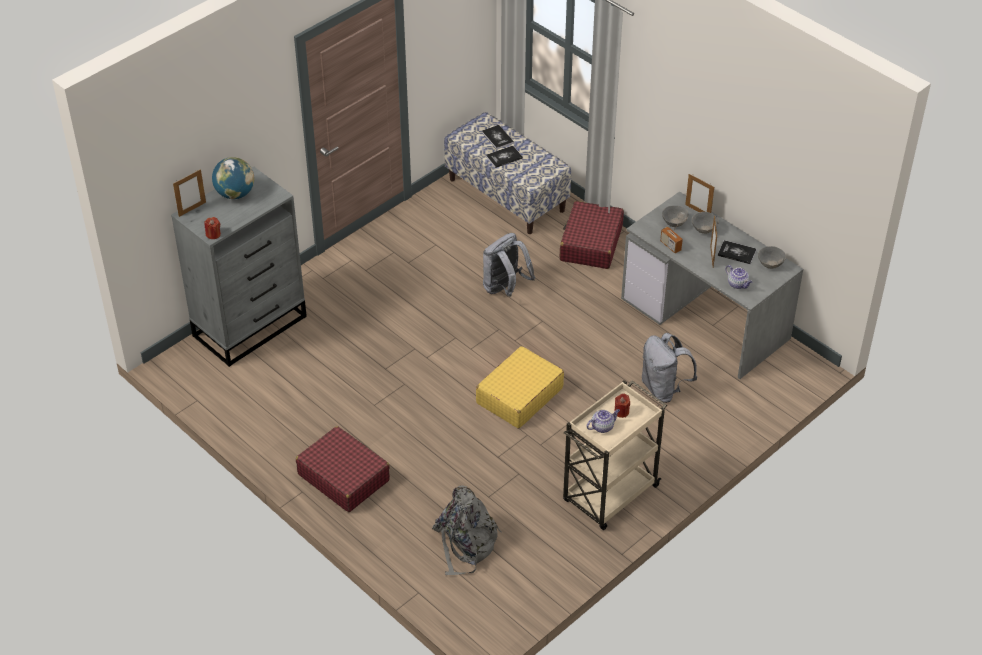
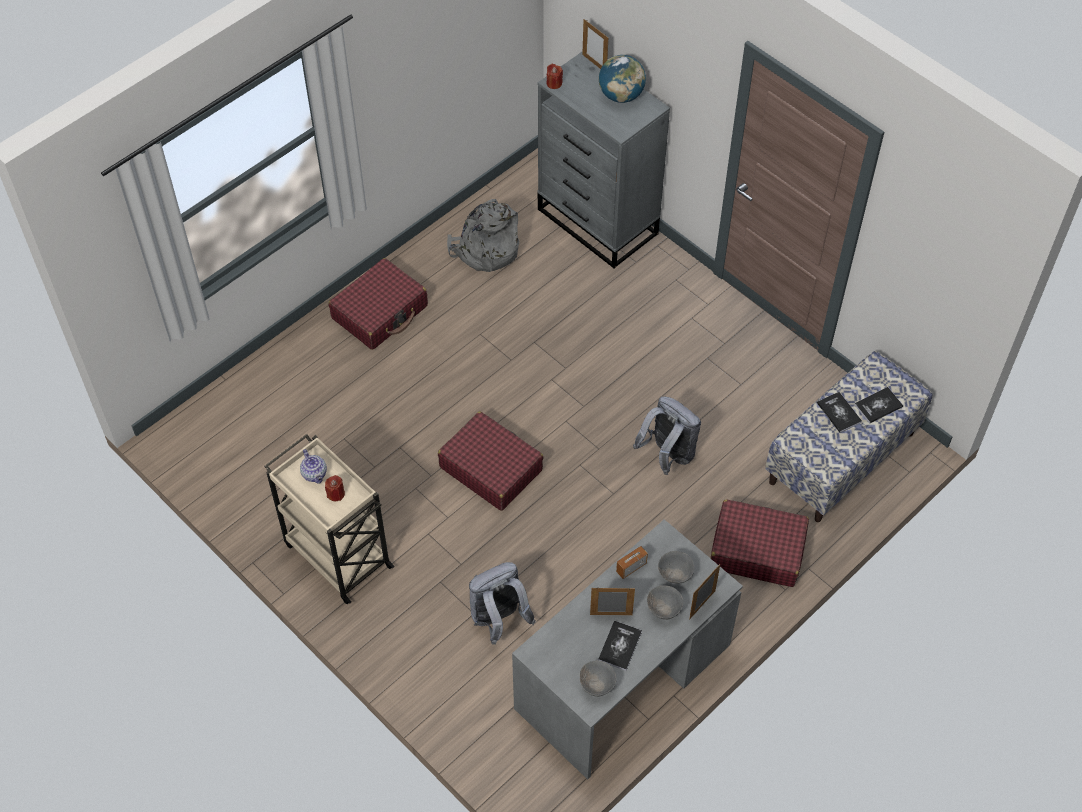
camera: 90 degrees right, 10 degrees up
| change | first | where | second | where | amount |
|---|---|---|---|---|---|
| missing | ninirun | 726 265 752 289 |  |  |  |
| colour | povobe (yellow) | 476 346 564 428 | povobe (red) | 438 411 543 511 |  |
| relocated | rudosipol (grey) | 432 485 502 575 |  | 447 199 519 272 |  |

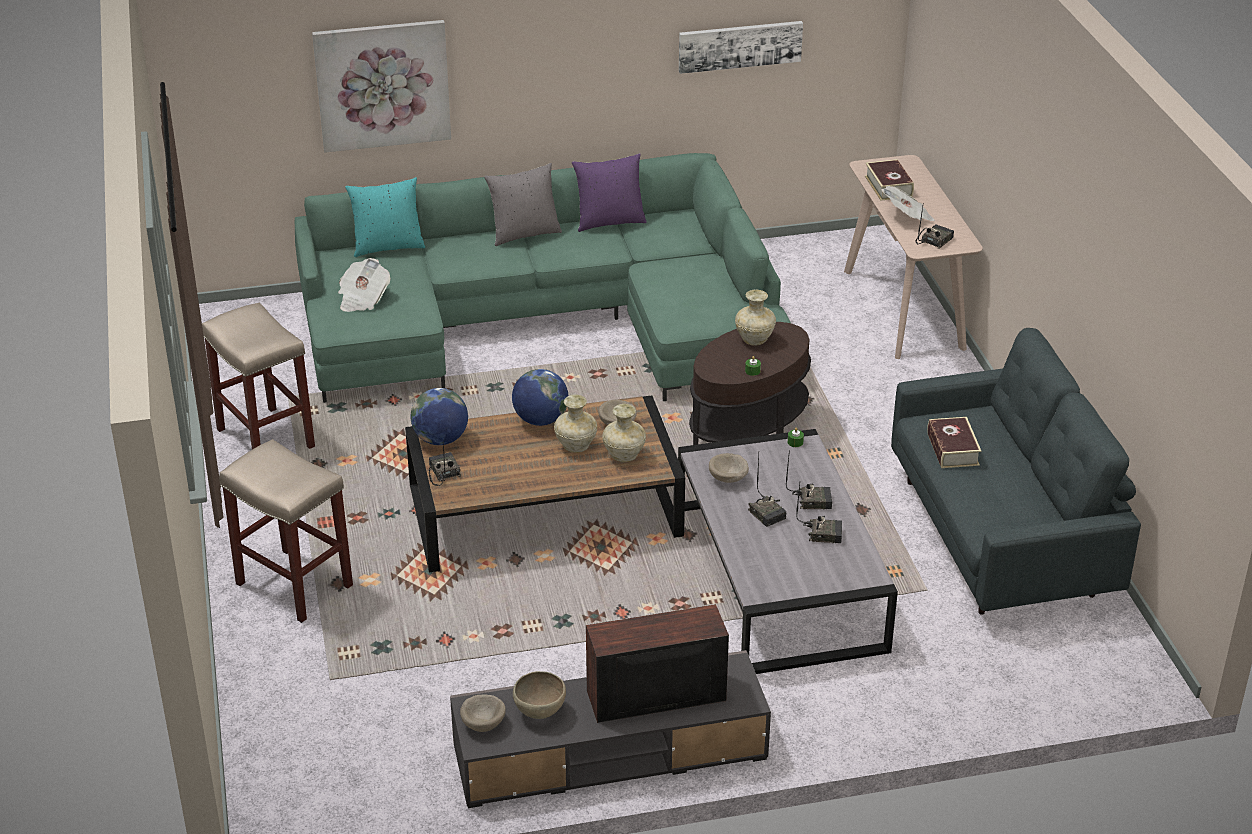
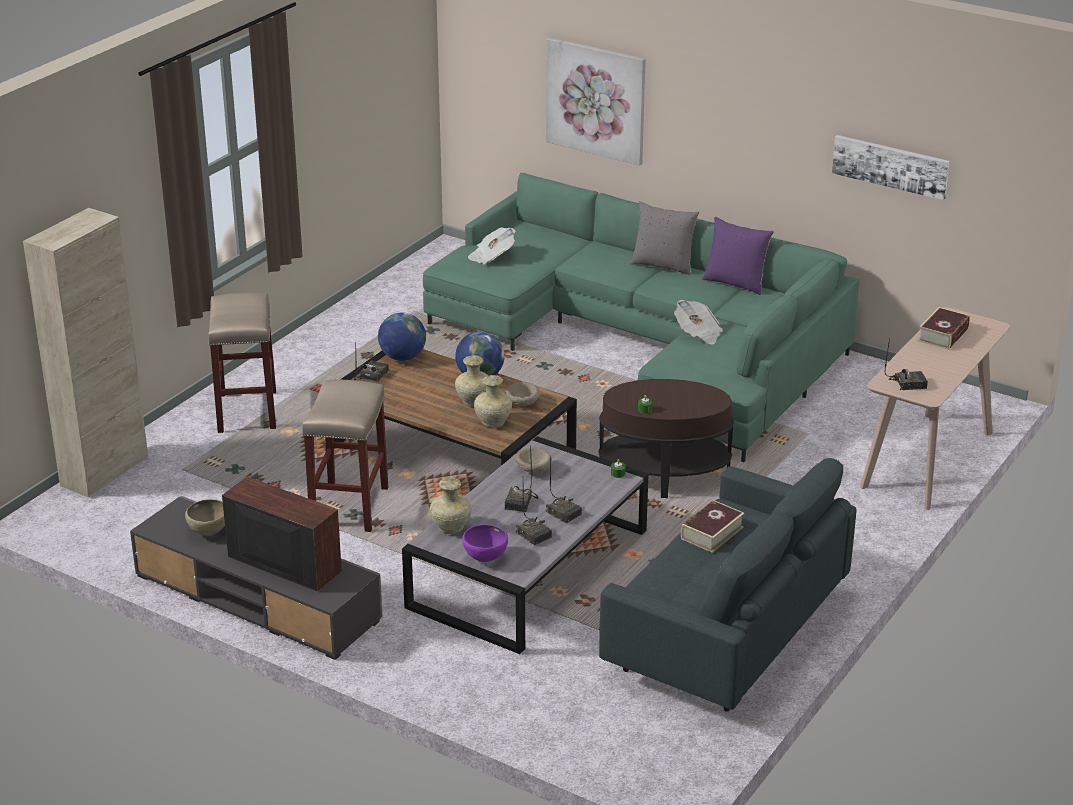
camera: 45 degrees right, 5 degrees down
| change | first | where | second | where | amount |
|---|---|---|---|---|---|
| missing | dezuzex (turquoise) | 345 177 425 257 |  |  |  |
| relocated | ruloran | 881 186 936 221 |  | 674 300 723 345 |  |
| relocated | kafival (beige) | 735 290 776 346 |  | 430 477 471 534 |  |
| relocated | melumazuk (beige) | 202 303 315 449 |  | 302 380 388 532 |  |
| missing | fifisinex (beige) | 460 694 506 732 |  |  |  |
| appeared |  |  | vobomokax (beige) | 23 208 148 498 |  |
| appeared |  |  | fifisinex (purple) | 462 525 508 562 |  |

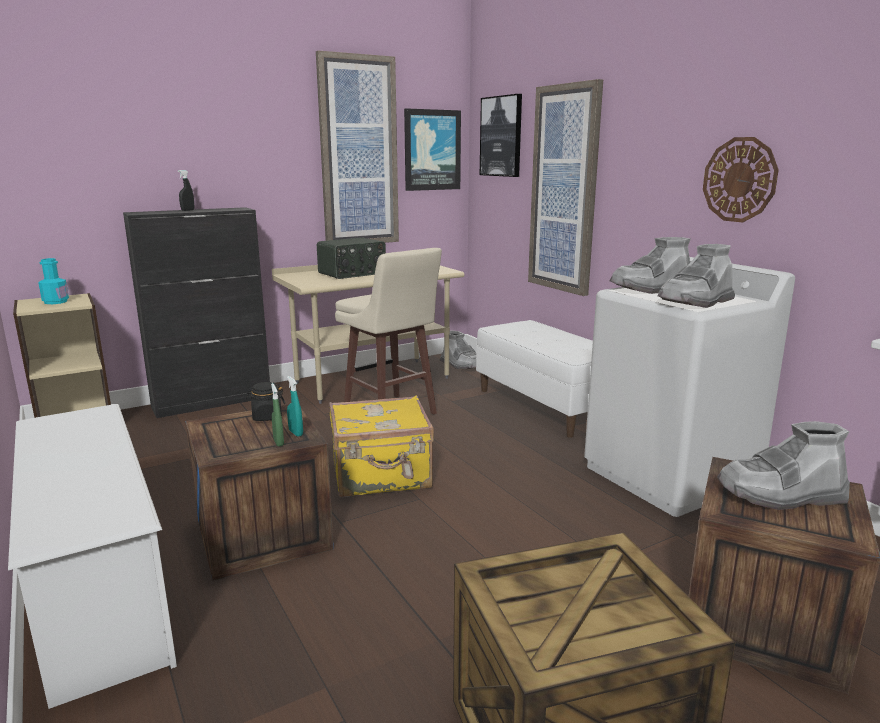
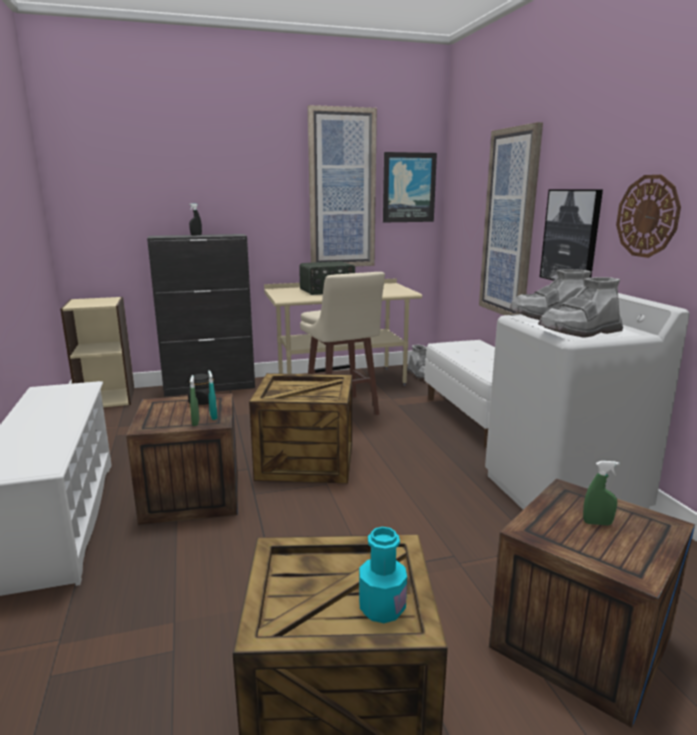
camera: 15 degrees right, 0 degrees up
| change | first | where | second | where | amount |
|---|---|---|---|---|---|
| relocated | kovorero | 480 94 522 177 |  | 540 189 603 281 |  |
| relocated | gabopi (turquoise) | 38 258 69 304 |  | 359 527 407 623 |  |
| exchanged | povobe (yellow) | 329 395 434 497 | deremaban | 249 373 352 483 |  |
| exchanged | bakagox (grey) | 717 421 850 510 | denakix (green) | 583 461 620 525 |  |

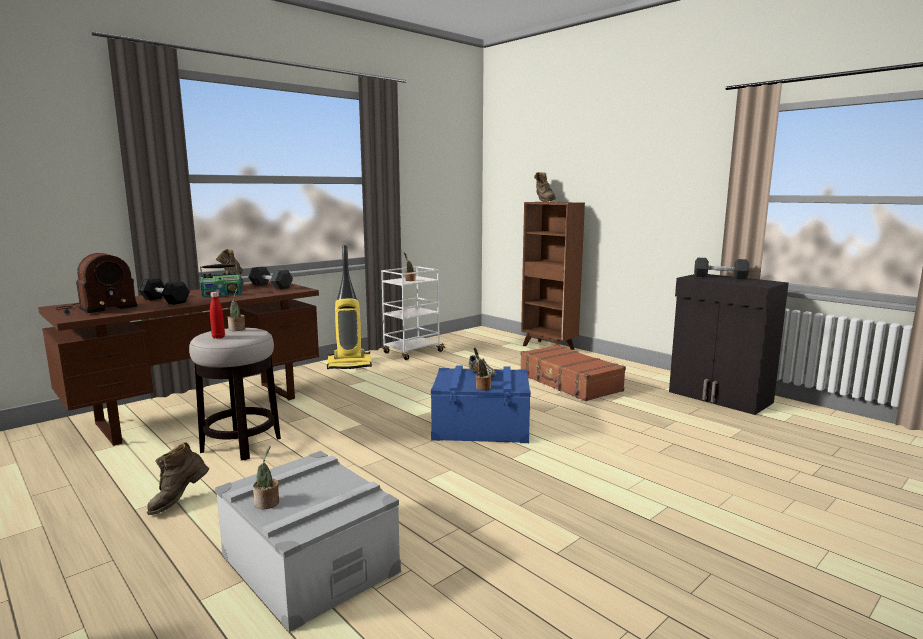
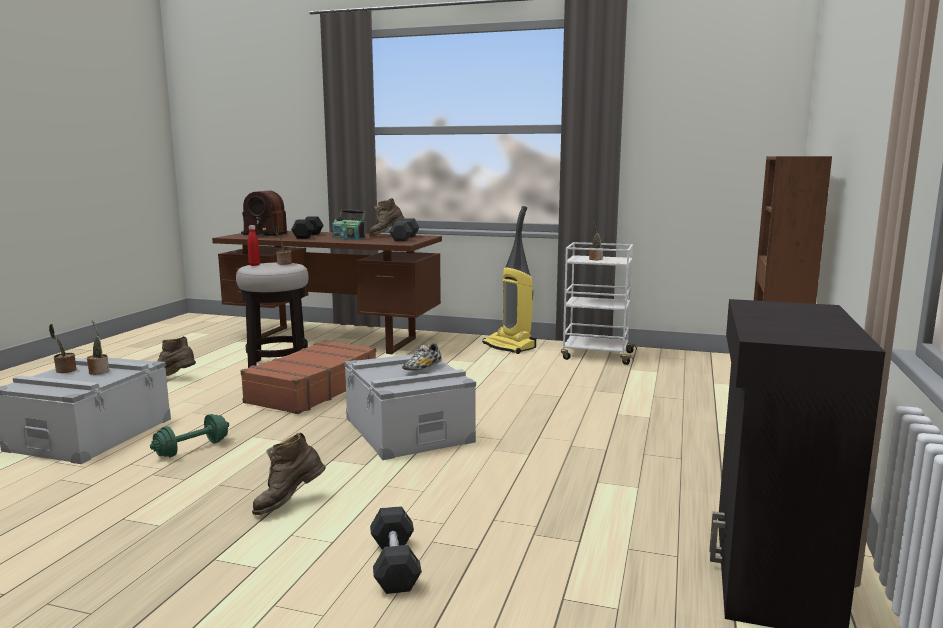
camera: 60 degrees right, 0 degrees up
| change | first | where | second | where | amount |
|---|---|---|---|---|---|
| relocated | bakagox (brown) | 534 172 556 202 |  | 252 433 326 515 |  |
| relocated | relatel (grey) | 694 258 749 279 |  | 370 506 422 594 |  |
| relocated | povobe (brown) | 520 345 626 401 |  | 241 340 376 414 |  |
| relocated | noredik | 474 347 491 391 |  | 87 321 109 375 |  |
| colour | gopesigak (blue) | 431 365 531 443 | gopesigak (grey) | 344 354 476 460 |  |
| appeared |  |  | relatel (green) | 150 414 229 457 |  |

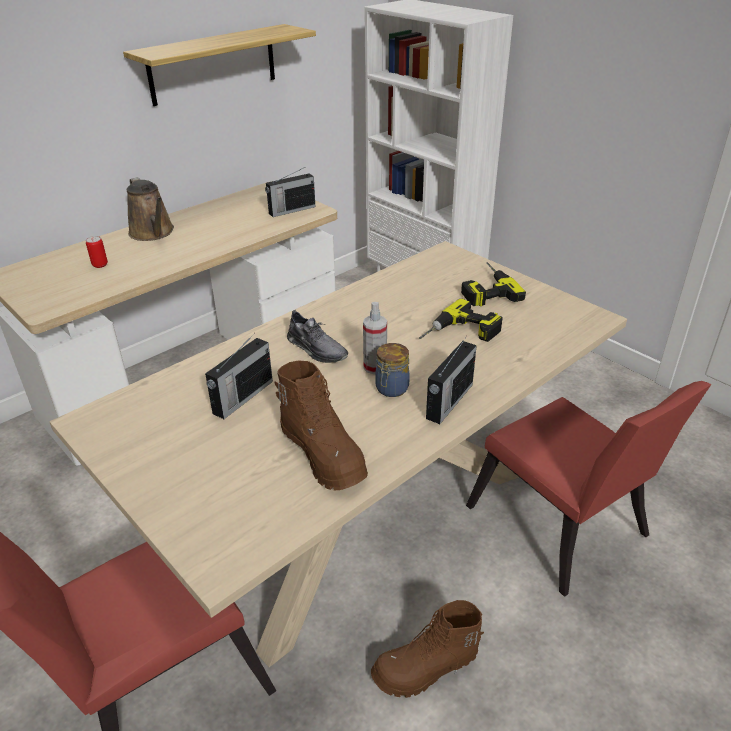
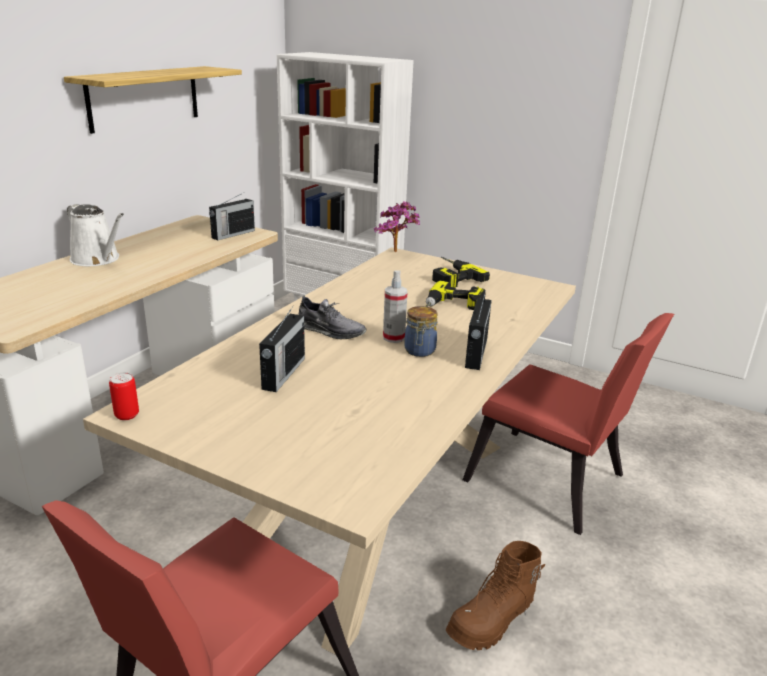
camera: 20 degrees left, 10 degrees down
| change | first | where | second | where | amount |
|---|---|---|---|---|---|
| colour | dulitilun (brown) | 127 177 174 241 | dulitilun (white) | 67 204 124 266 |  |
| relocated | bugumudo | 86 236 108 268 |  | 109 372 139 420 |  |
| missing | bakagox (brown) | 275 361 368 490 |  |  |  |
| appeared |  |  | noredik | 374 201 420 252 |  |

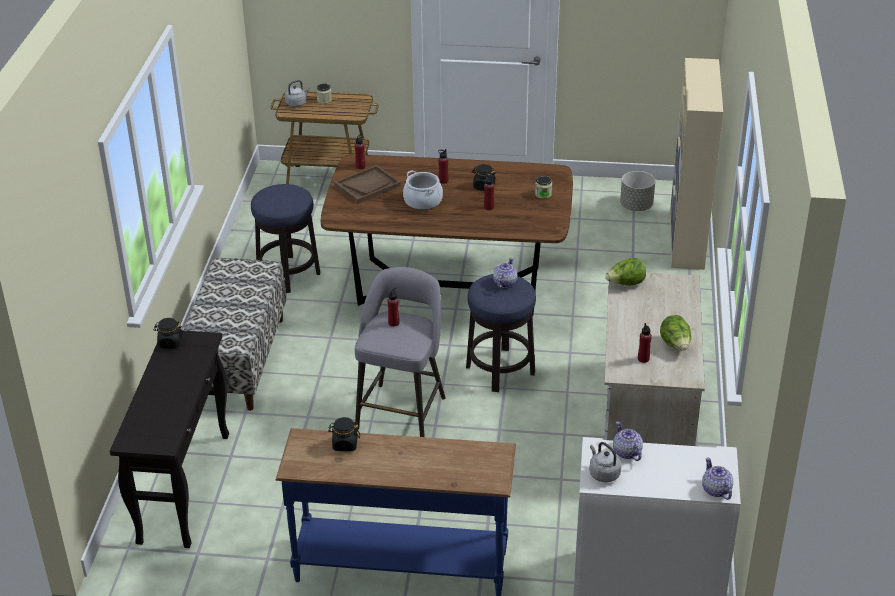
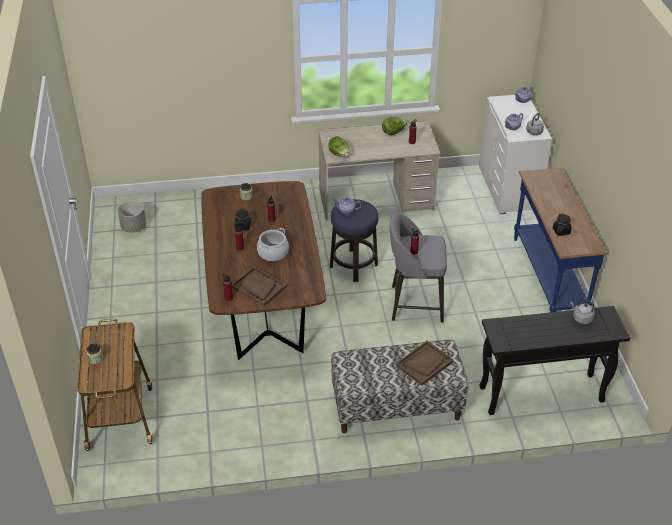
camera: 105 degrees left, 5 degrees up
| change | first | where | second | where | amount |
|---|---|---|---|---|---|
| missing | vobomokax (beige) | 670 58 723 270 |  |  |  |
| relocated | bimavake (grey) | 285 80 310 107 |  | 570 298 595 324 |  |
| missing | melumazuk | 251 184 320 293 |  |  |  |
| missing | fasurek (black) | 153 318 184 349 |  |  |  |
| appeared |  |  | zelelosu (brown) | 396 341 453 386 |  |

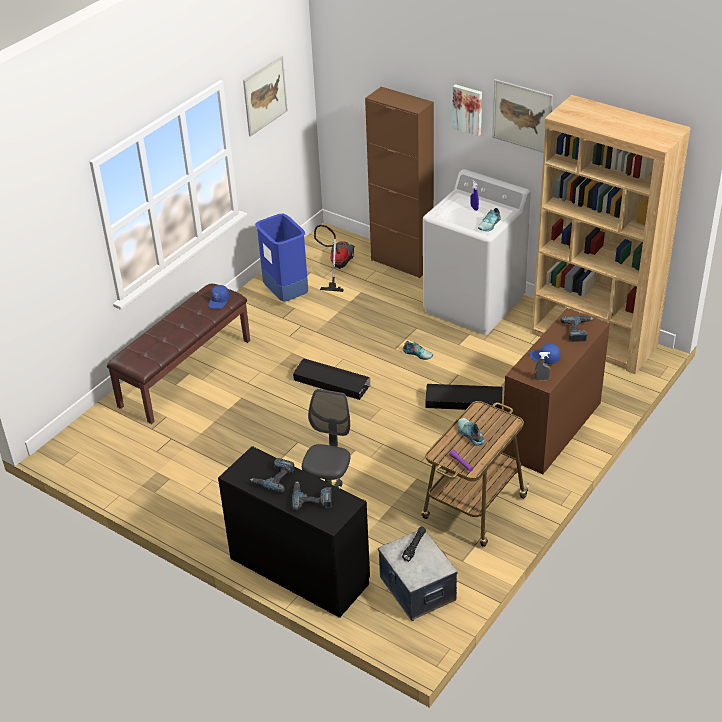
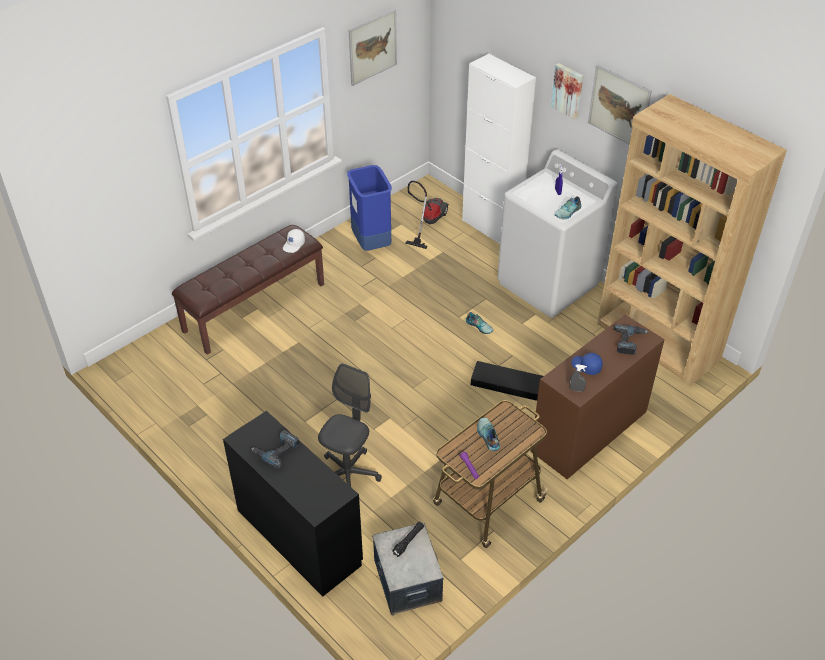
camera: 10 degrees right, 5 degrees up
| change | first | where | second | where | amount |
|---|---|---|---|---|---|
| colour | vobomokax (brown) | 365 87 434 278 | vobomokax (white) | 462 54 536 244 |  |
| colour | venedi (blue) | 208 285 230 309 | venedi (white) | 283 229 305 253 |  |
| missing | gopesigak (black) | 293 358 370 400 |  |  |  |
| missing | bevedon | 292 482 332 511 |  |  |  |

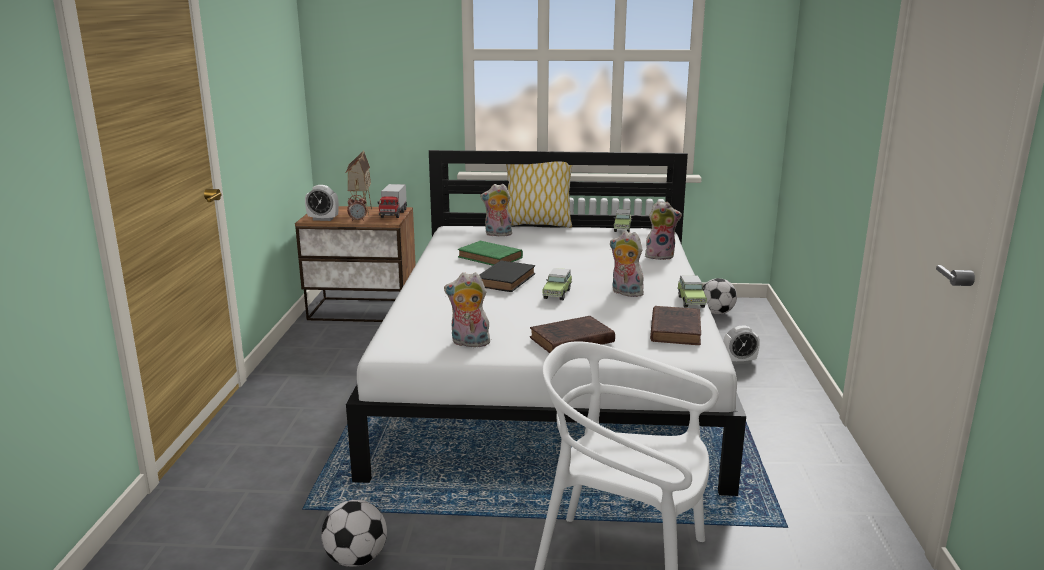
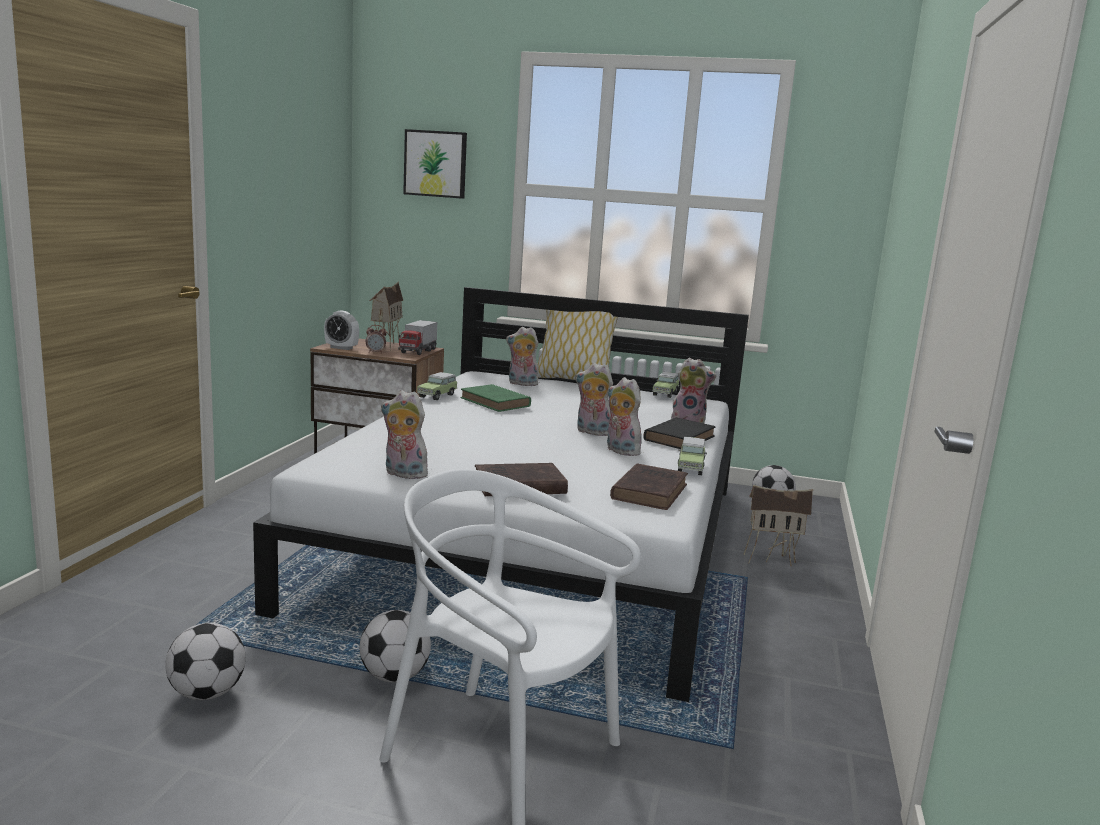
camera: 10 degrees right, 5 degrees down
| change | first | where | second | where | amount |
|---|---|---|---|---|---|
| relocated | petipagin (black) | 480 260 535 292 |  | 643 417 716 449 |  |
| relocated | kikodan | 542 268 572 300 |  | 417 372 458 400 |  |
| exchanged | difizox | 723 326 760 364 | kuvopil | 743 485 813 567 |  |
| appeared |  |  | kovorero | 403 129 467 199 |  |
| appeared |  |  | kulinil | 575 363 613 436 |  |
| appeared |  |  | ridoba | 360 610 431 683 |  |

